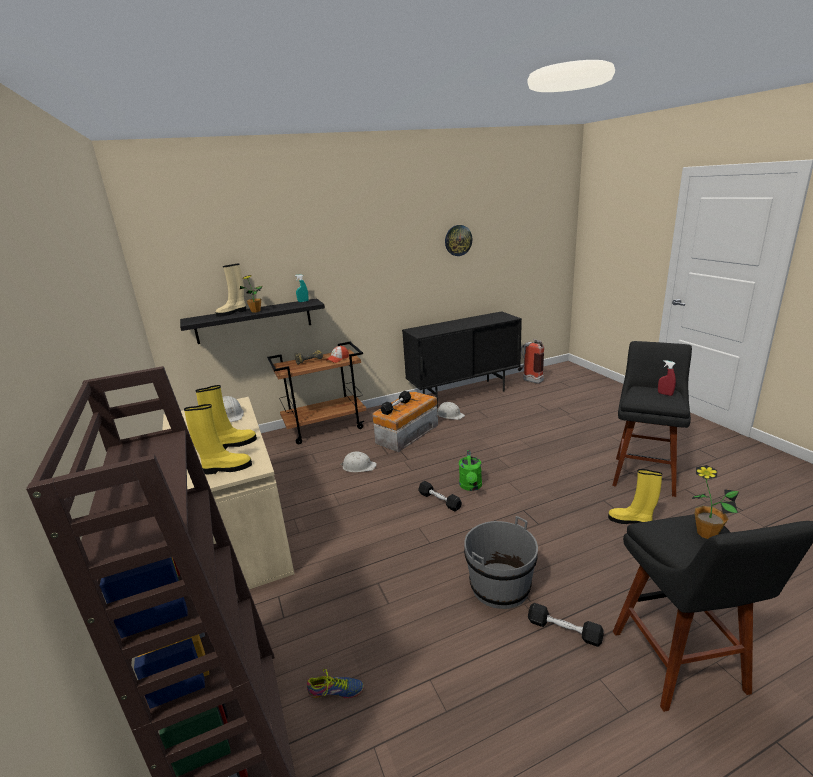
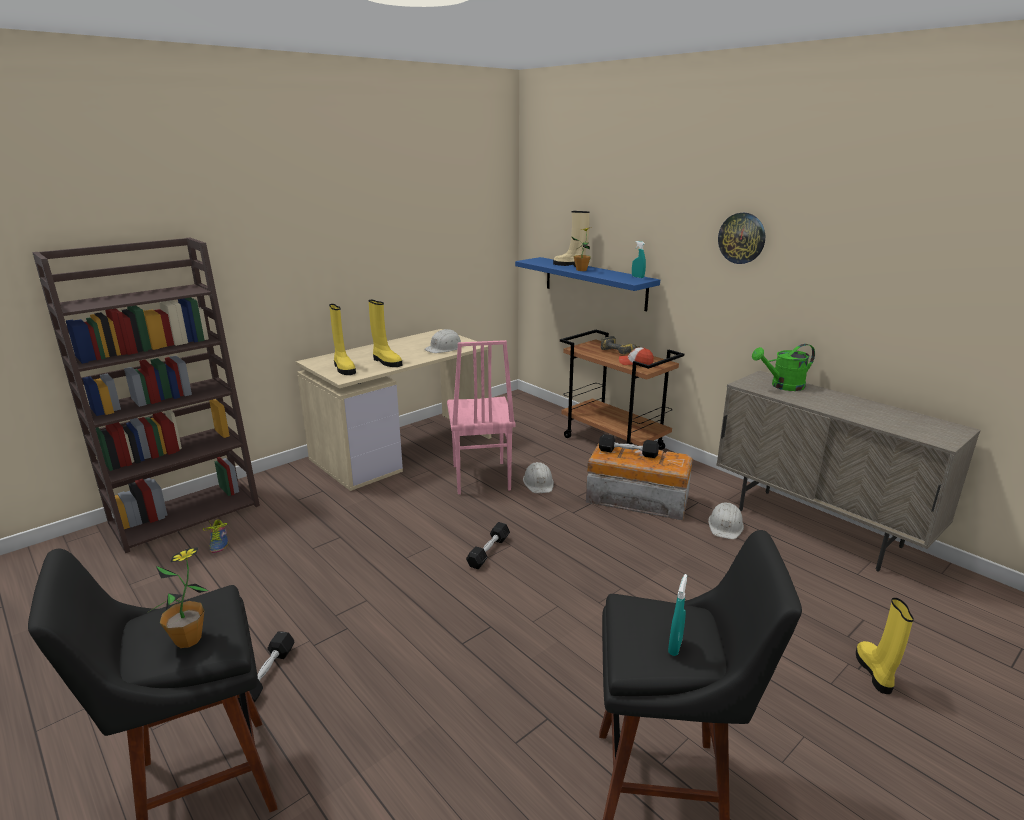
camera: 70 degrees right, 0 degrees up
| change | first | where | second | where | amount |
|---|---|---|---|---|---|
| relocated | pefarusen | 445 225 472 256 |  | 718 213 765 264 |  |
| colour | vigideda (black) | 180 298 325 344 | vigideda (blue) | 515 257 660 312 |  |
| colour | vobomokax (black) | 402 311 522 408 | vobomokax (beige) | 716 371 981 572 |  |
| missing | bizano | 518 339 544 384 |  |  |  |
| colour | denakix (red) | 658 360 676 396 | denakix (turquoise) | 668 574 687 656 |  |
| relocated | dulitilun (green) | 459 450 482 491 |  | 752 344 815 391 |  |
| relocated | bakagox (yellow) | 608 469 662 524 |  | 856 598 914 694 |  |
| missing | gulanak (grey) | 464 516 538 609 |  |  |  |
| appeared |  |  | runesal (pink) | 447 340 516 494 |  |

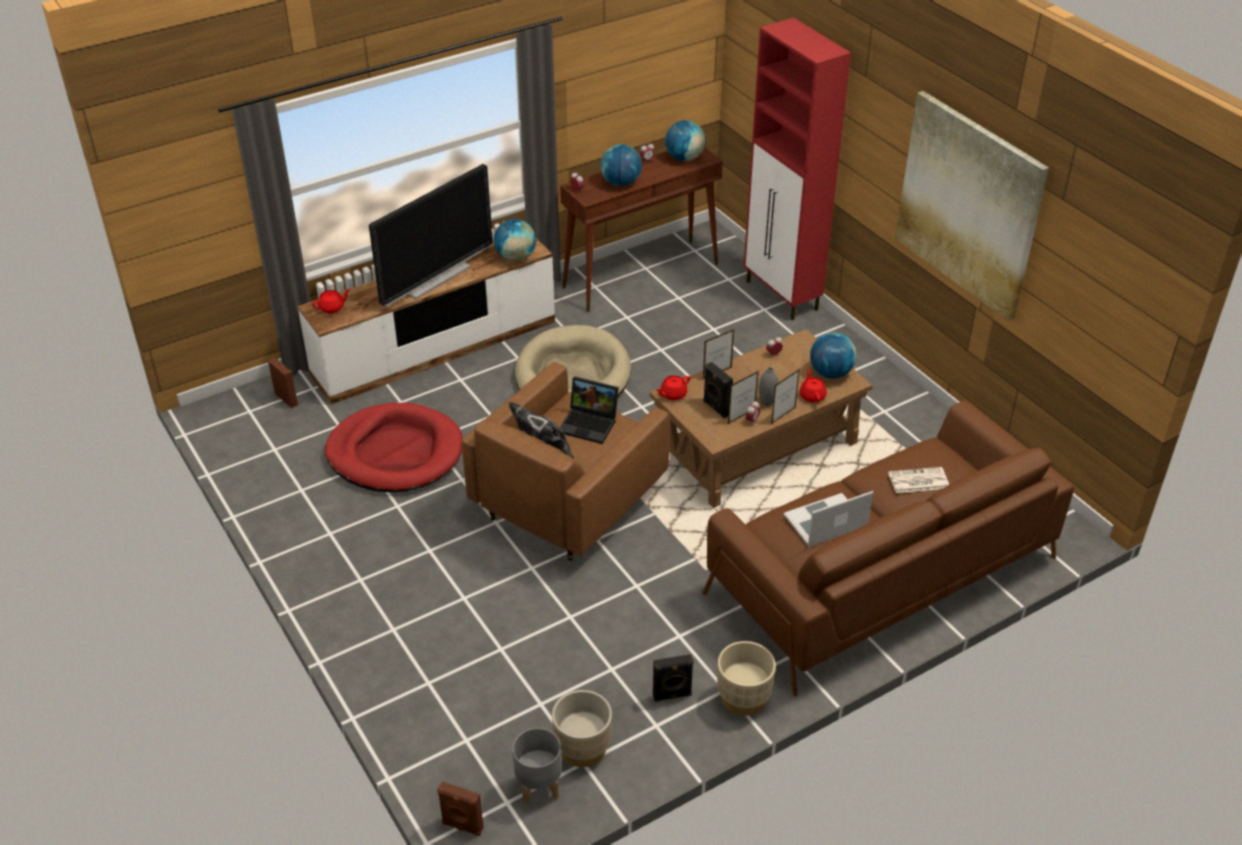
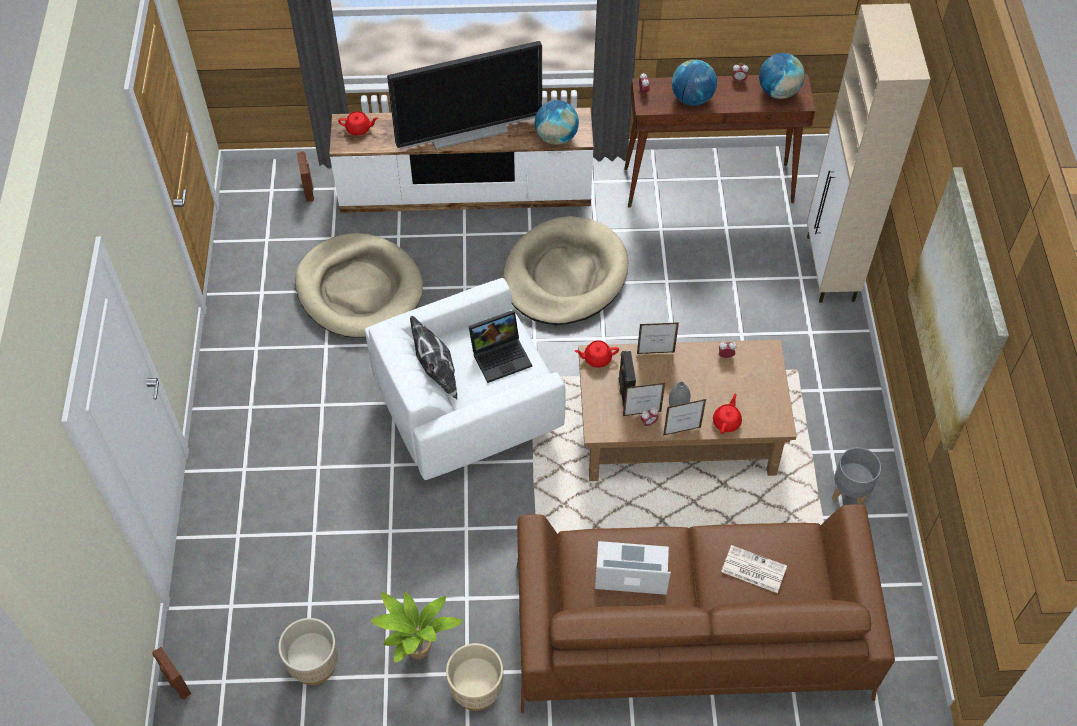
camera: 30 degrees right, 15 degrees up
| change | first | where | second | where | amount |
|---|---|---|---|---|---|
| colour | vobomokax (red) | 744 18 851 320 | vobomokax (beige) | 807 3 930 303 |  |
| missing | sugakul | 810 333 857 379 |  |  |  |
| colour | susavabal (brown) | 461 362 670 561 | susavabal (white) | 365 278 566 480 |  |
| spun | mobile | 560 376 619 444 |  | 468 310 532 383 | 75 degrees counterclockwise |
| colour | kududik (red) | 325 403 463 492 | kududik (beige) | 295 233 423 338 |  |
| exchanged | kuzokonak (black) | 653 654 694 702 | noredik | 371 592 463 662 |  |
| relocated | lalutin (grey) | 513 728 562 804 |  | 832 447 881 505 |  |

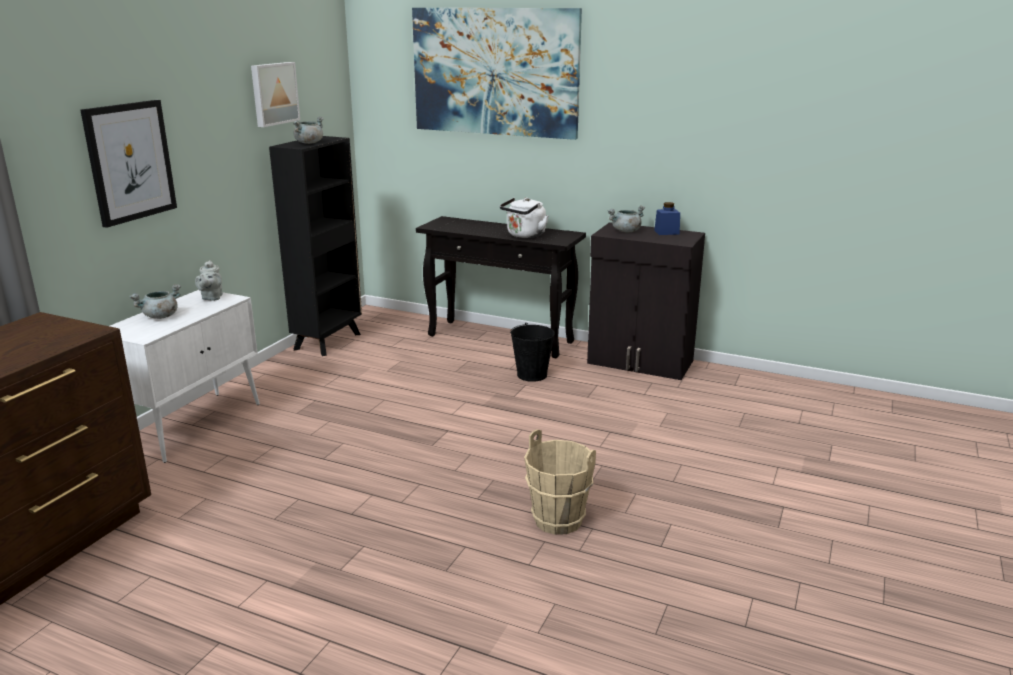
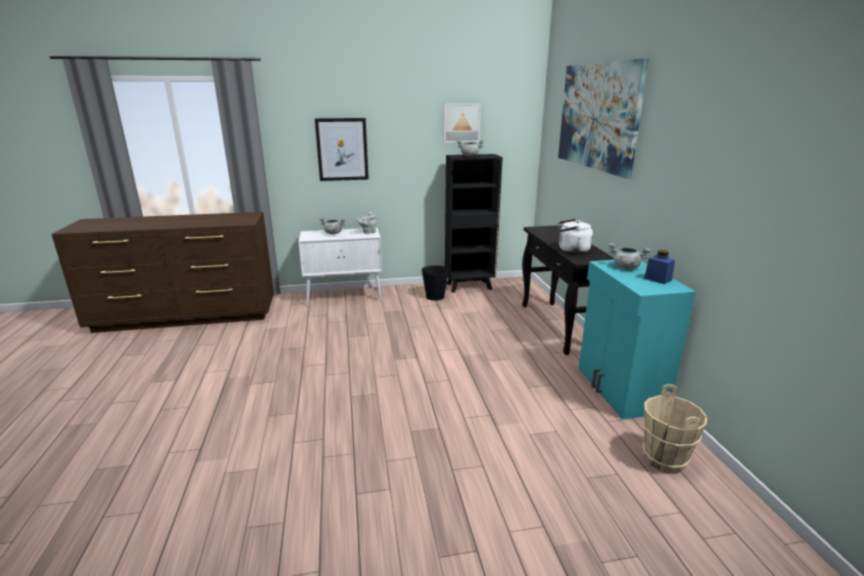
camera: 55 degrees right, 0 degrees up
| change | first | where | second | where | amount |
|---|---|---|---|---|---|
| colour | vobomokax (black) | 587 222 705 380 | vobomokax (turquoise) | 578 260 696 419 |  |
| relocated | gulanak (black) | 510 323 555 382 |  | 422 265 449 301 |  |
| relocated | gulanak (beige) | 524 429 596 535 |  | 642 384 707 473 |  |

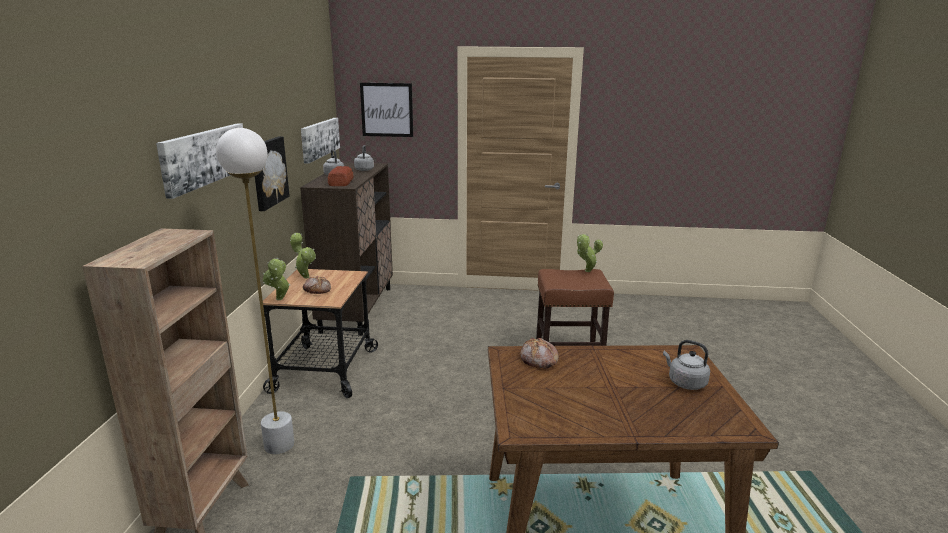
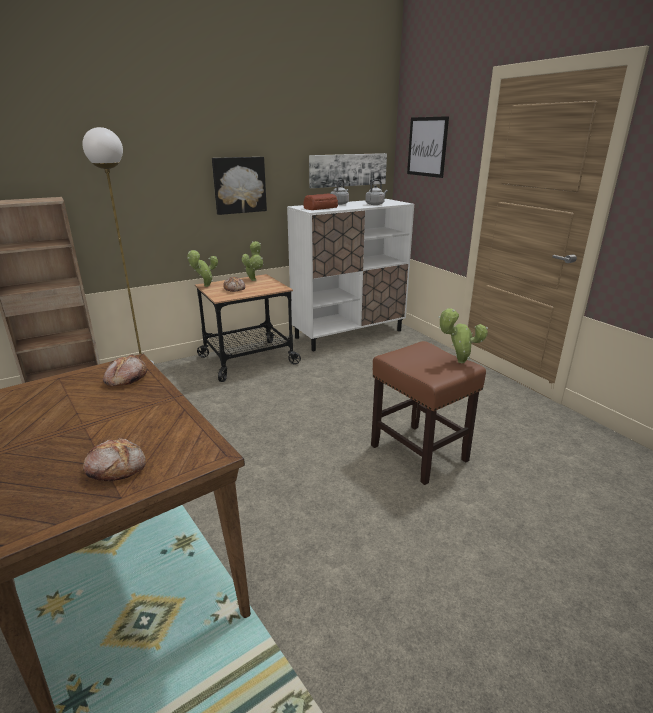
camera: 55 degrees right, 5 degrees up
| change | first | where | second | where | amount |
|---|---|---|---|---|---|
| missing | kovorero | 156 123 243 199 |  |  |  |
| colour | vobomokax (brown) | 300 162 393 335 | vobomokax (white) | 287 199 414 351 |  |
| exchanged | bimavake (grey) | 663 340 710 390 | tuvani | 83 438 146 481 |  |

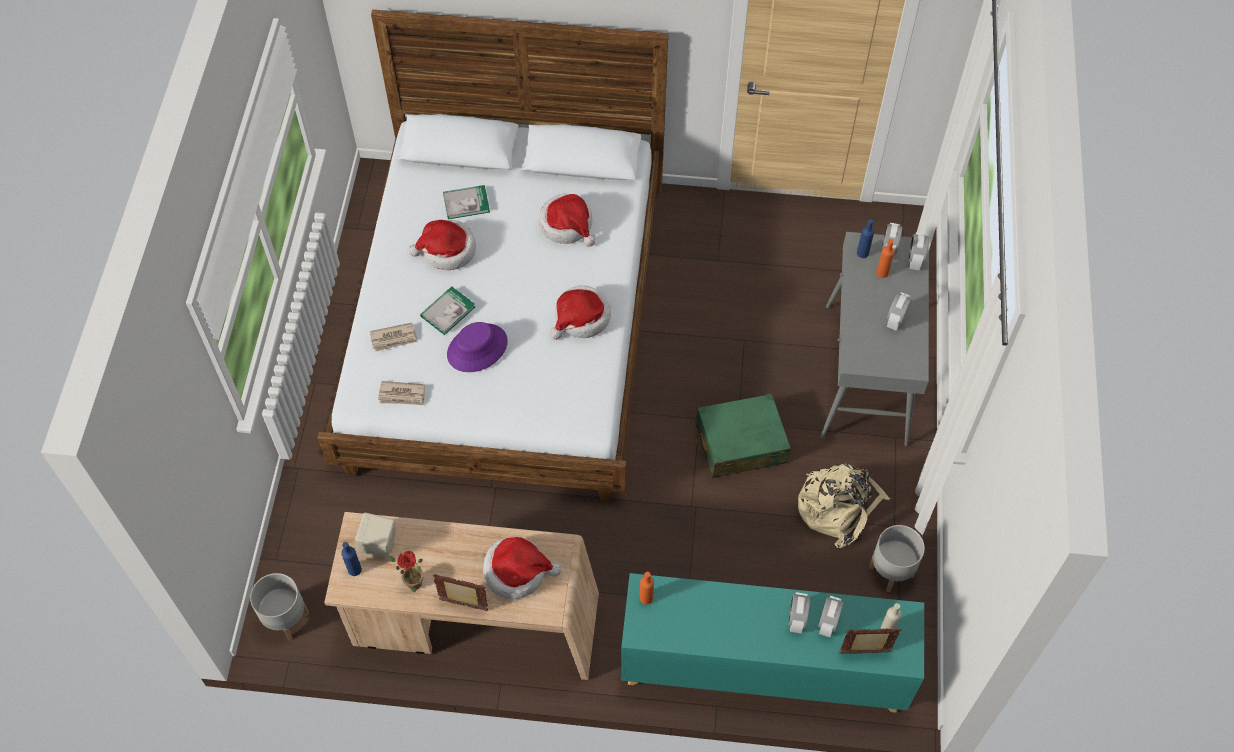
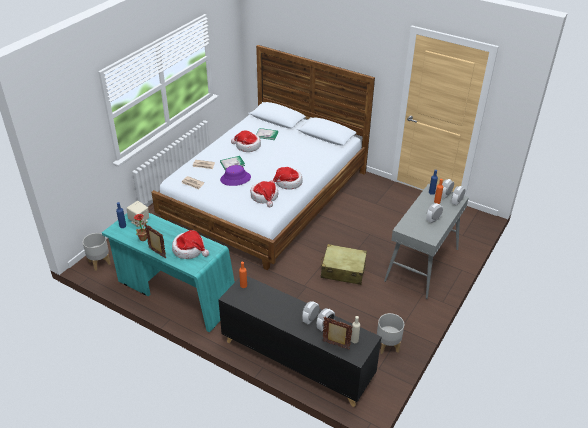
camera: 25 degrees right, 20 degrees down
| change | first | where | second | where | amount |
|---|---|---|---|---|---|
| relocated | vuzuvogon | 539 194 595 247 |  | 251 181 278 207 |  |
| colour | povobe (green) | 695 394 791 478 | povobe (beige) | 321 244 367 285 |  |
| missing | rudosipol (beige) | 798 464 890 548 |  |  |  |
| colour | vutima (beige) | 324 512 599 680 | vutima (turquoise) | 102 213 235 333 |  |
| colour | vobomokax (turquoise) | 621 573 924 713 | vobomokax (black) | 218 276 381 407 |  |

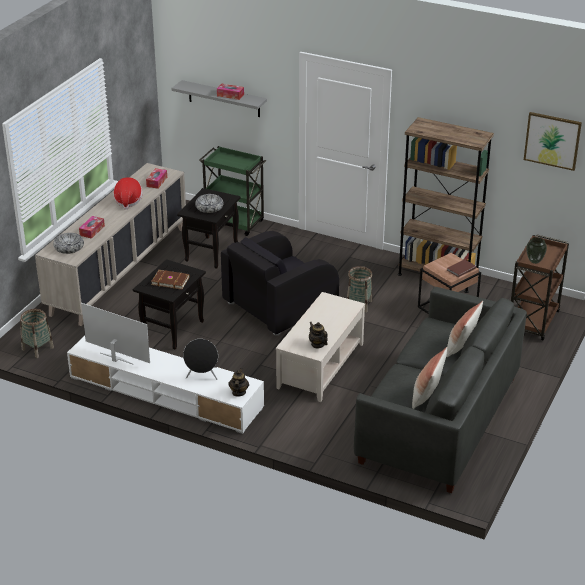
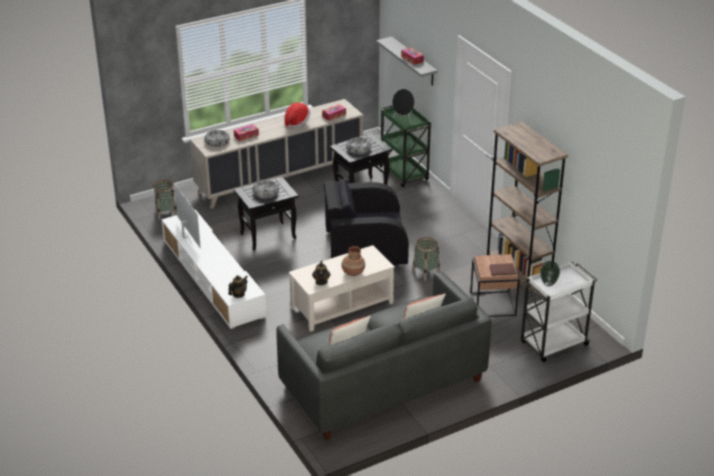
camera: 35 degrees right, 0 degrees up
| change | first | where | second | where | amount |
|---|---|---|---|---|---|
| missing | kovorero | 524 112 582 171 |  |  |  |
| colour | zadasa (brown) | 511 235 569 341 | zadasa (white) | 521 262 597 362 |  |
| exchanged | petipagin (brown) | 151 270 190 289 | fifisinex | 252 180 279 199 |  |
| relocated | kuzokonak (black) | 183 339 218 380 |  | 392 89 415 125 |  |
| appeared |  |  | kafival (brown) | 342 246 365 276 |  |

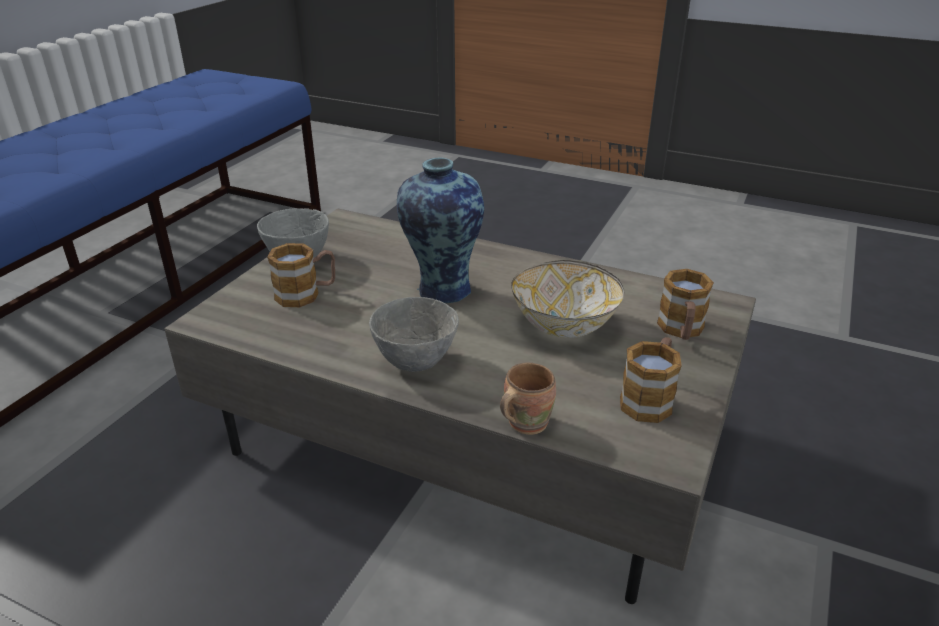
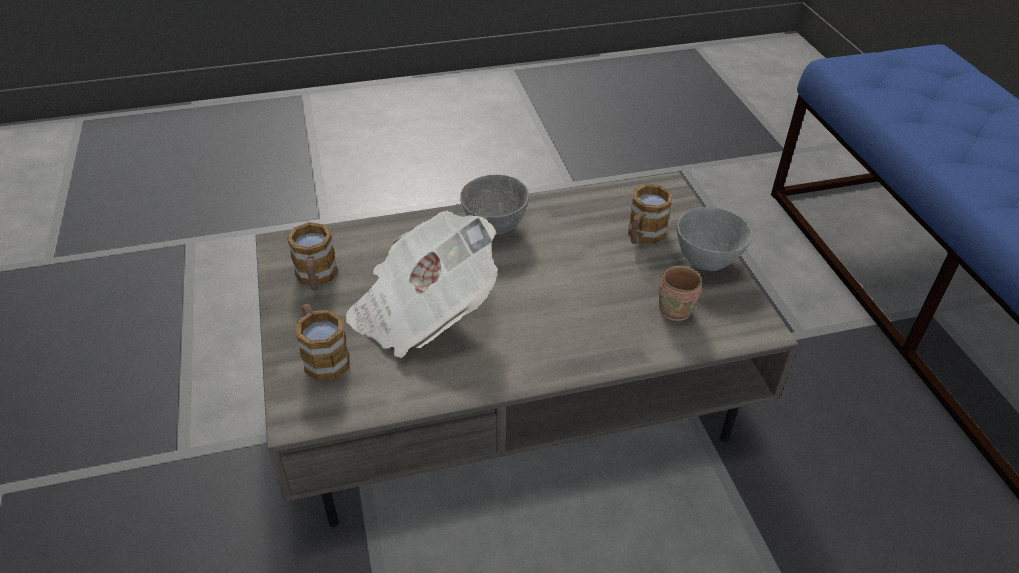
camera: 140 degrees right, 10 degrees up
| change | first | where | second | where | amount |
|---|---|---|---|---|---|
| missing | kafival | 397 158 484 303 |  |  |  |
| exchanged | fifisinex | 511 260 624 338 | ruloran | 346 211 498 358 |  |
| relocated | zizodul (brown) | 500 363 556 435 |  | 659 265 702 321 |  |

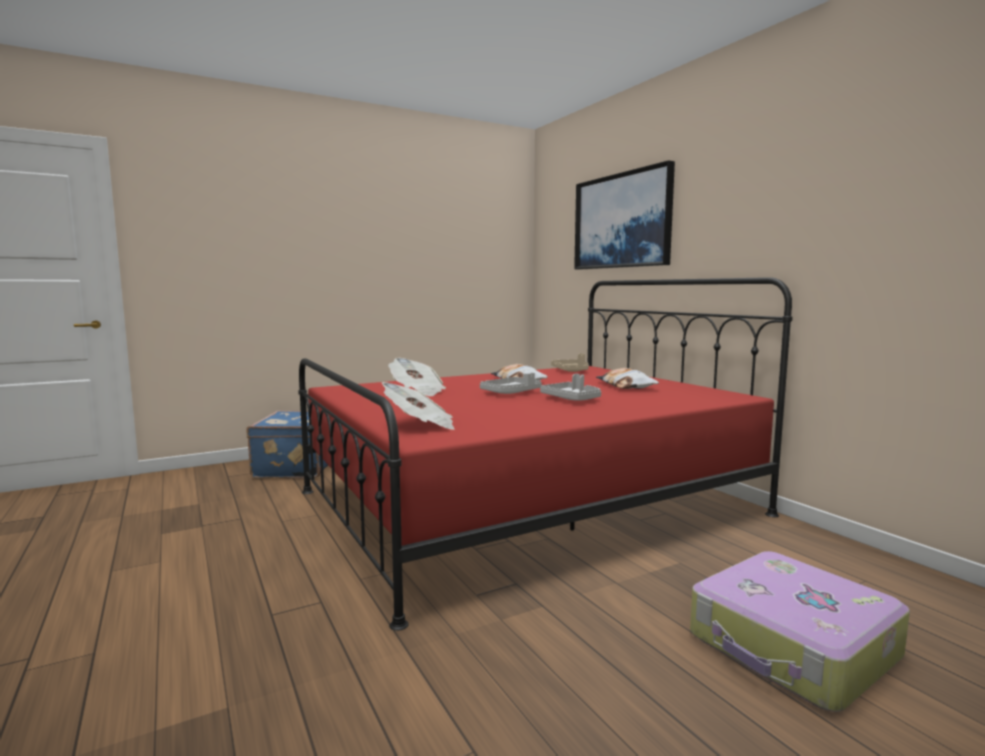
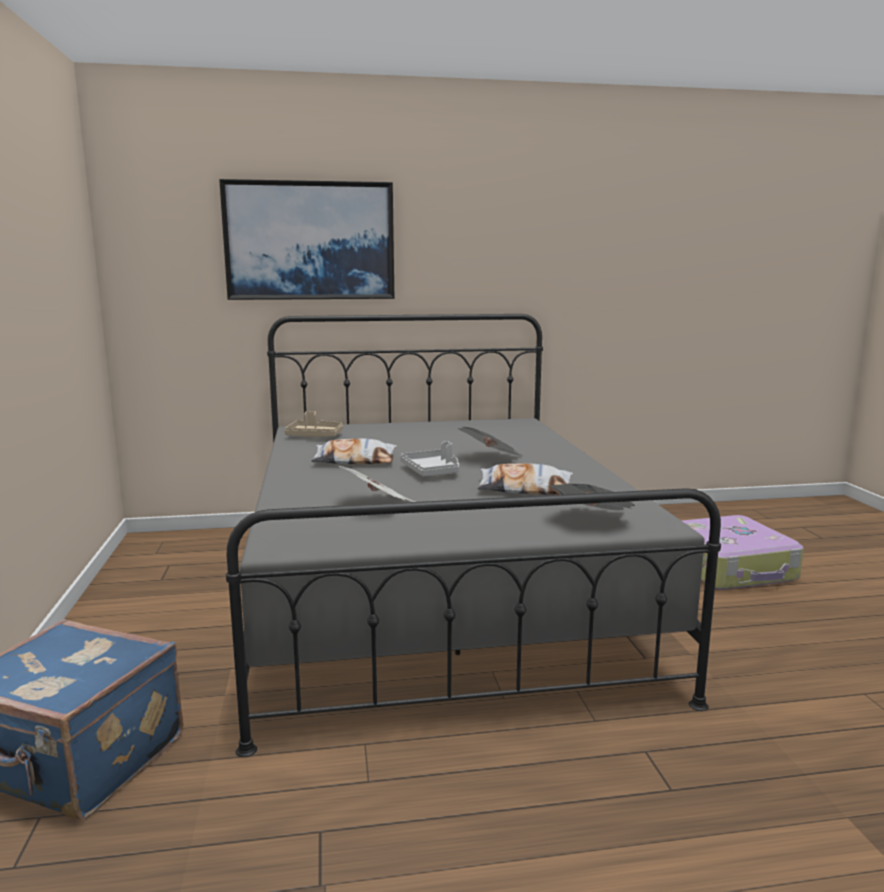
camera: 70 degrees left, 5 degrees up
| change | first | where | second | where | amount |
|---|---|---|---|---|---|
| colour | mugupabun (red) | 298 277 793 631 | mugupabun (grey) | 226 314 721 757 |  |
| relocated | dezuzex | 596 368 659 389 |  | 478 464 573 495 |  |
| exchanged | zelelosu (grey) | 540 374 601 401 | ruloran | 458 427 521 455 |  |

